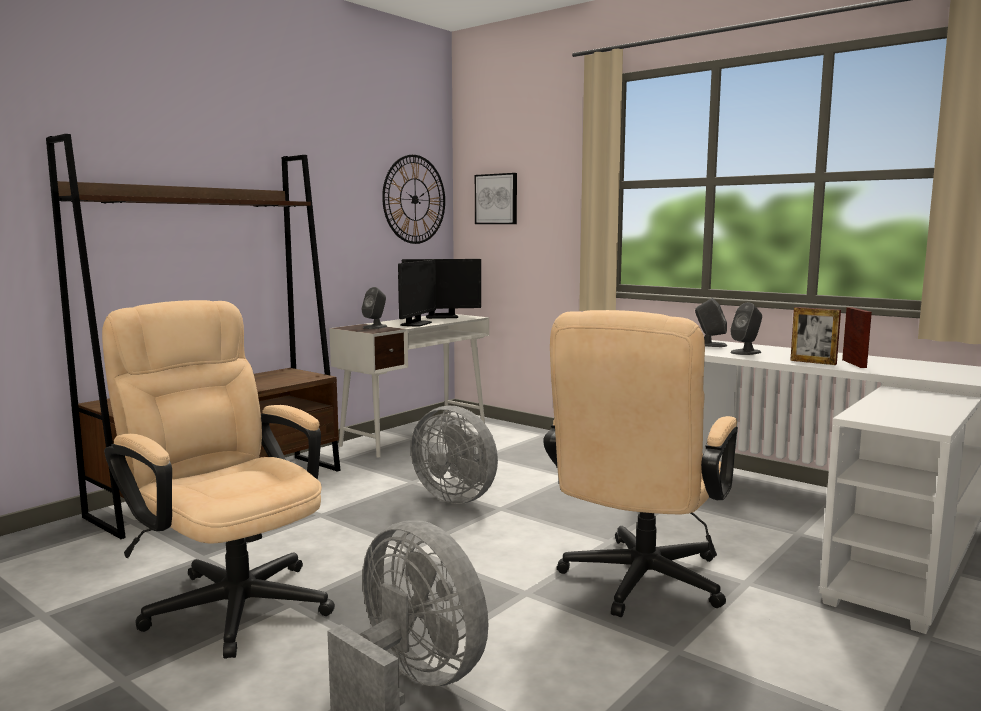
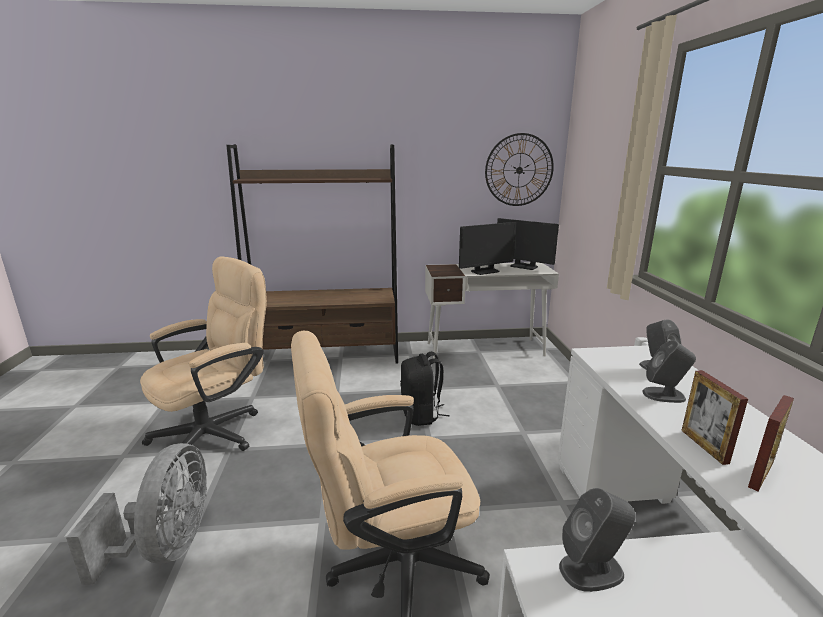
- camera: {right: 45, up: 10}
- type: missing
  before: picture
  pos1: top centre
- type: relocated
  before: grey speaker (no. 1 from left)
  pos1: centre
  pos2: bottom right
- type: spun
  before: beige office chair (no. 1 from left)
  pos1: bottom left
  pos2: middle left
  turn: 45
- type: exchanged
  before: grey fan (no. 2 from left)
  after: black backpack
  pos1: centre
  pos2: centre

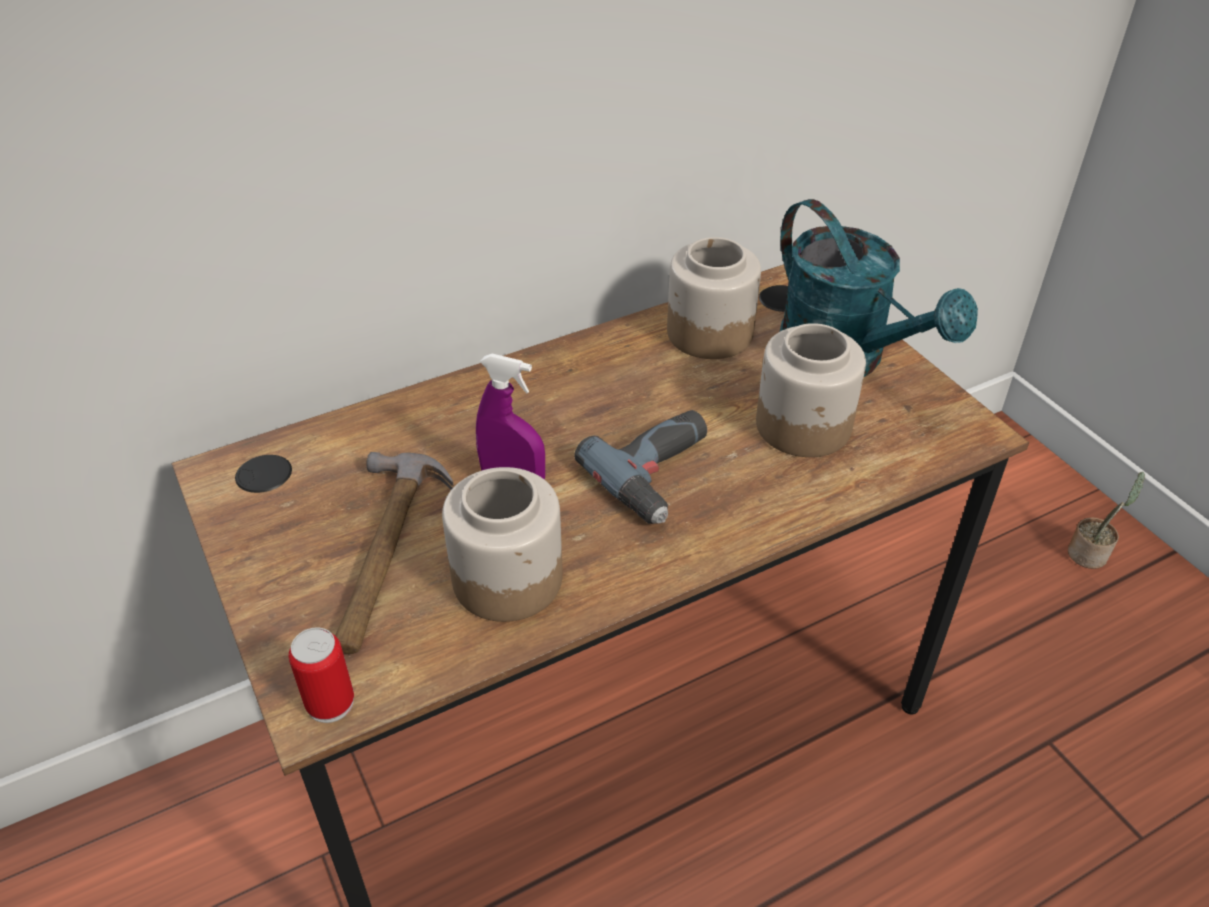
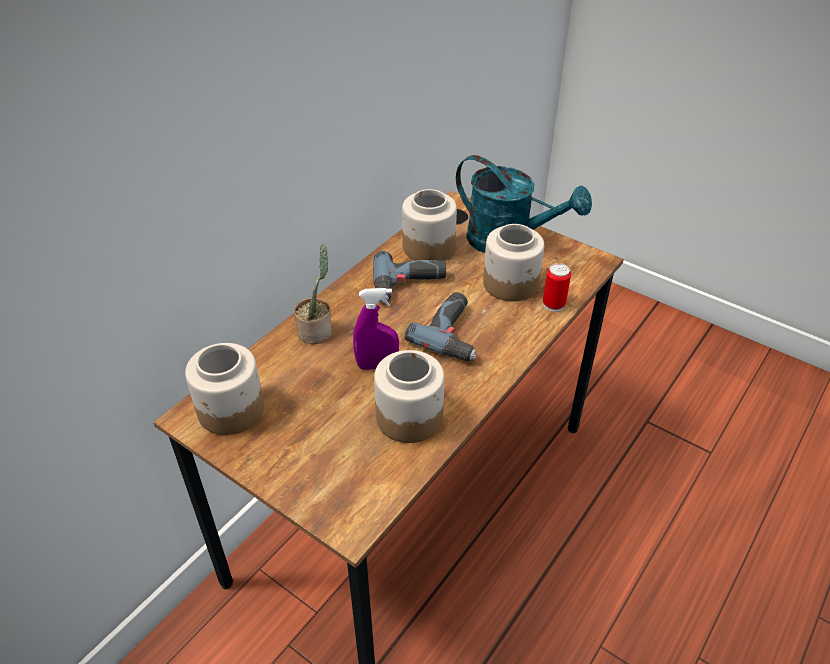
- camera: {right: -25, up: 0}
- type: missing
  before: hammer
  pos1: middle left
- type: relocated
  before: potted plant
  pos1: middle right
  pos2: centre
- type: relocated
  before: can
  pos1: bottom left
  pos2: middle right
- type: appeared
  after: power drill (no. 1 from left)
  pos2: centre
- type: appeared
  after: jar (no. 1 from left)
  pos2: middle left

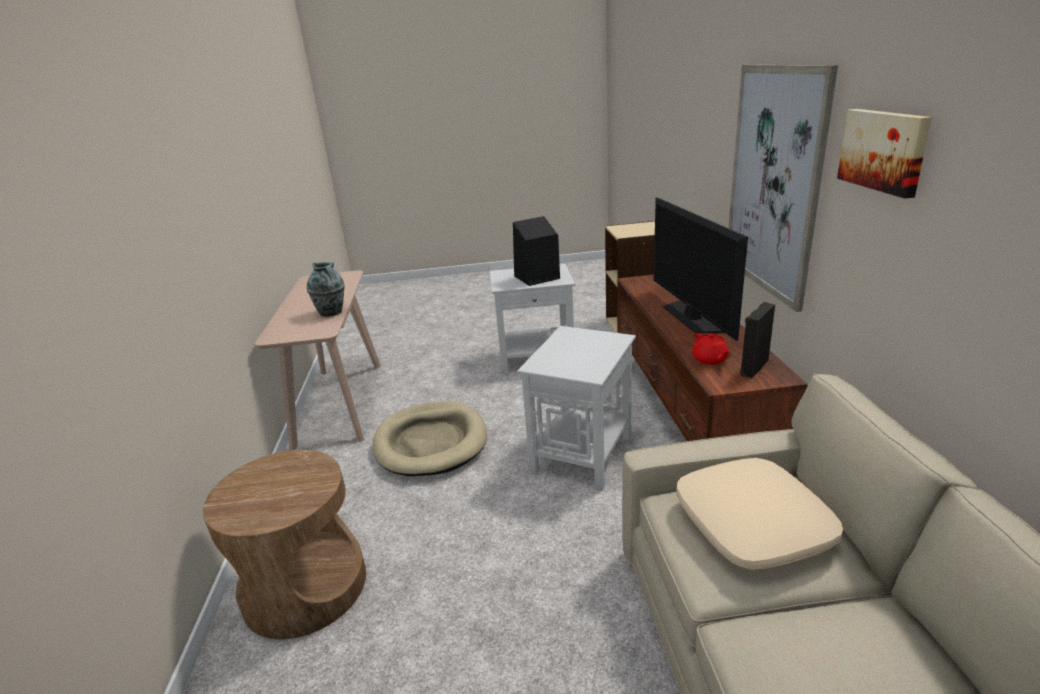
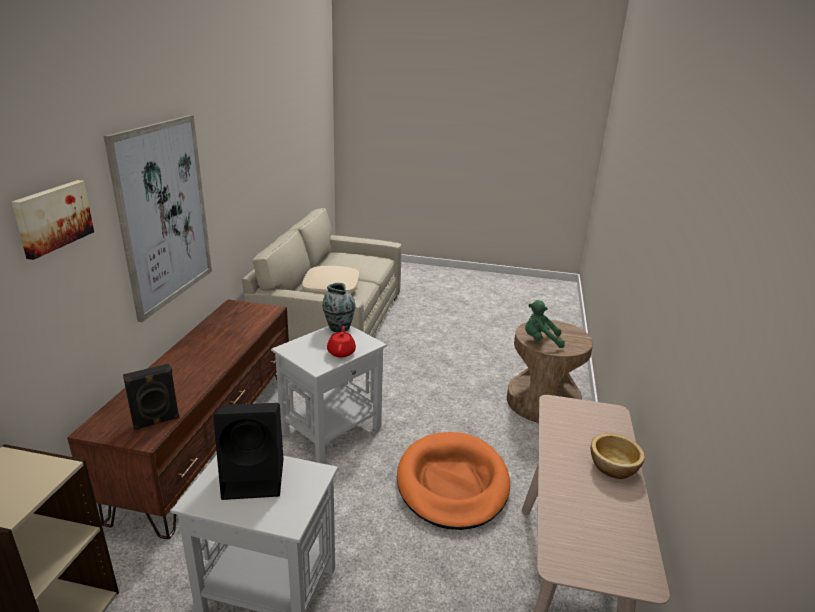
- camera: {right: -165, up: 0}
- type: relocated
  before: picture (no. 2 from left in the first image)
  after: picture (no. 1 from left)
  pos1: top right
  pos2: middle left
- type: missing
  before: television
  pos1: middle right
- type: relocated
  before: vase
  pos1: middle left
  pos2: centre
- type: relocated
  before: black speaker (no. 2 from left in the first image)
  after: black speaker (no. 1 from left)
  pos1: middle right
  pos2: middle left
- type: relocated
  before: red teapot
  pos1: middle right
  pos2: centre
- type: colour
  before: beige dog bed
  after: orange dog bed
  pos1: centre
  pos2: bottom centre
- type: appeared
  after: green plush toy
  pos2: middle right
- type: appeared
  after: bowl
  pos2: bottom right

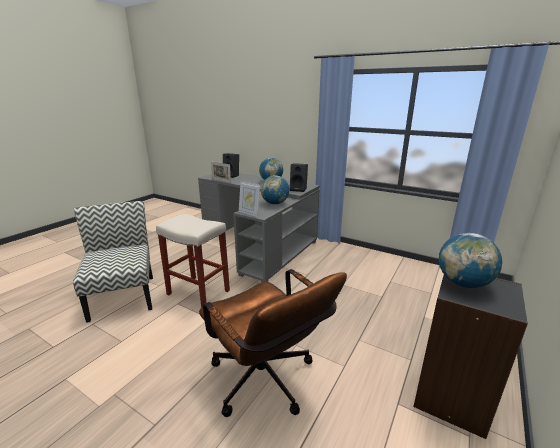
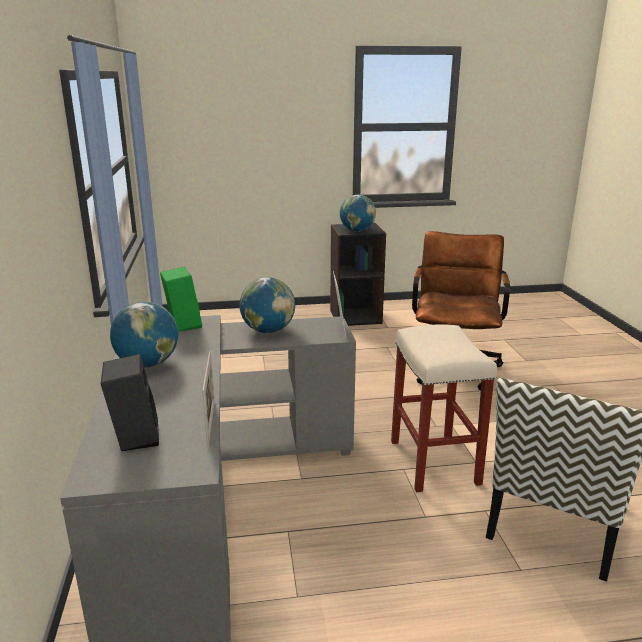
- camera: {right: -130, up: 0}
- type: colour
  before: black speaker (no. 2 from left)
  after: green speaker
  pos1: centre
  pos2: middle left

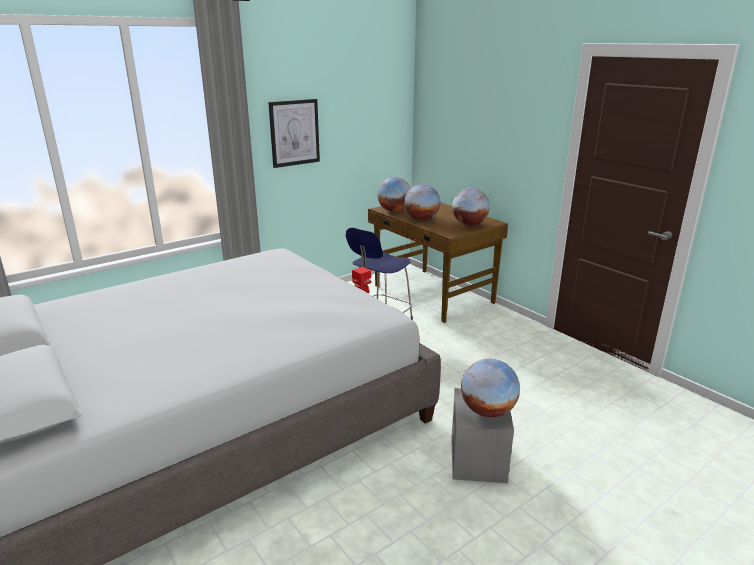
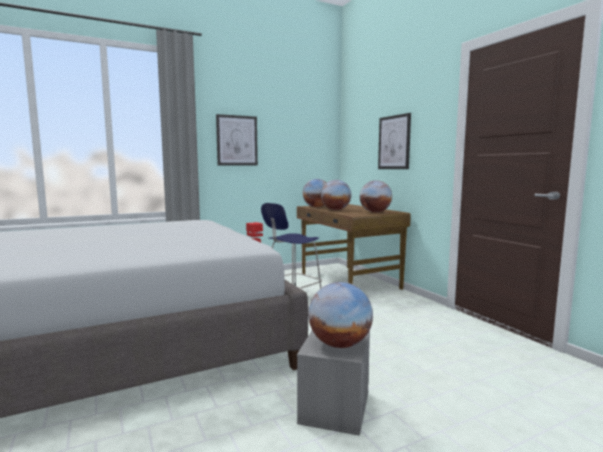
- camera: {right: 10, up: -15}
- type: appeared
  after: picture (no. 2 from left)
  pos2: top centre

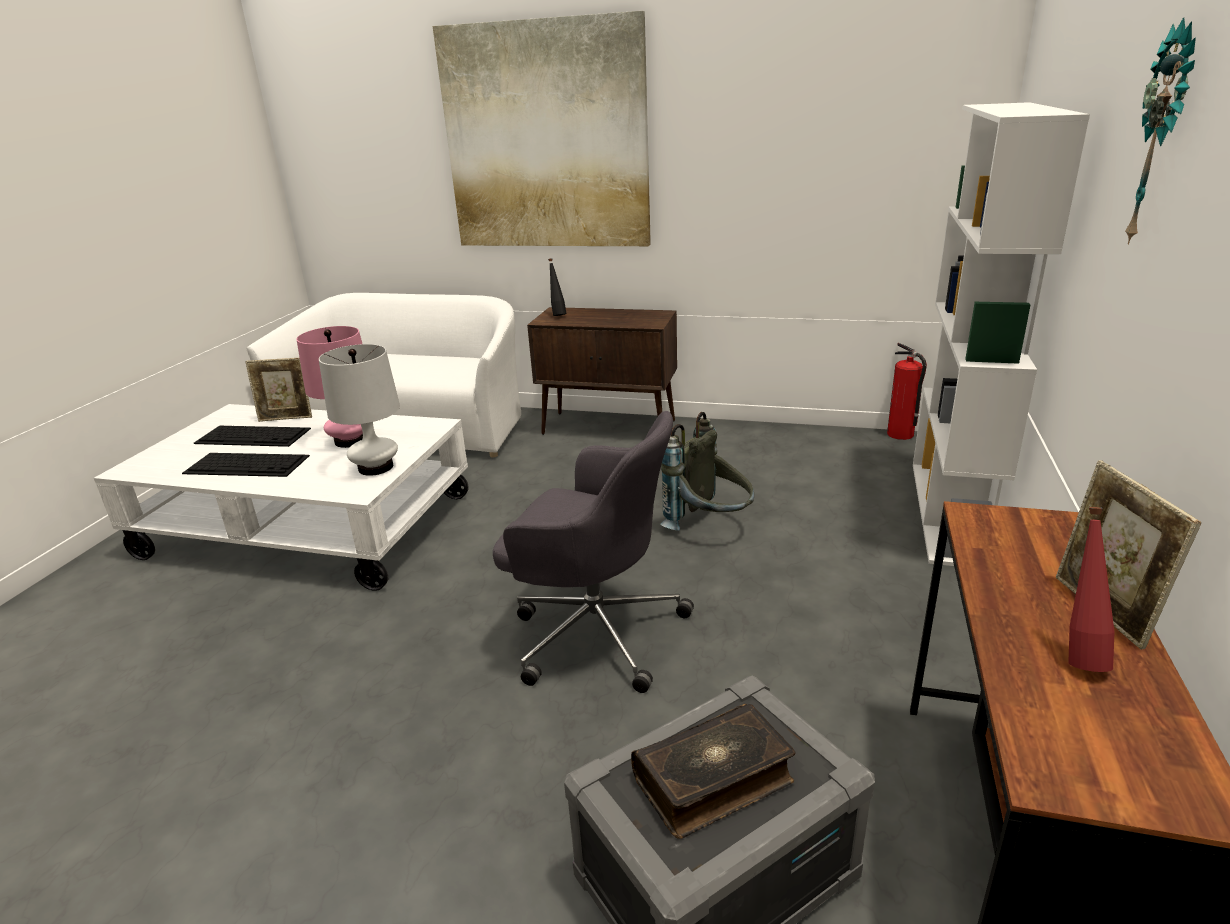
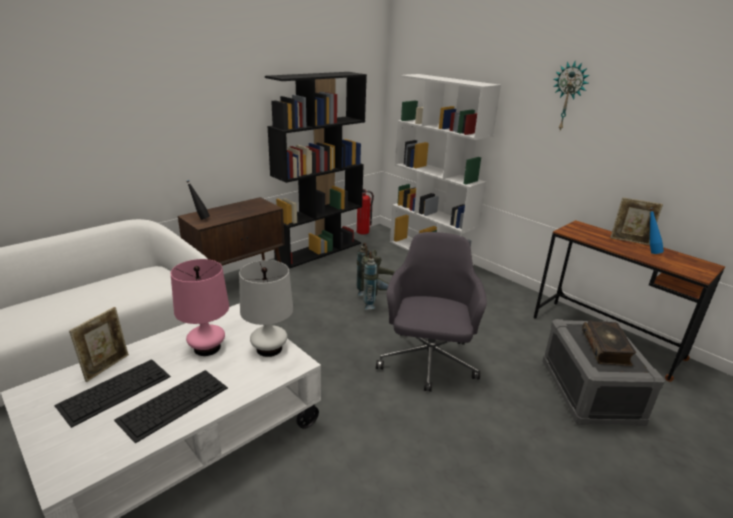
- camera: {right: -60, up: 0}
- type: missing
  before: picture
  pos1: top centre
- type: spun
  before: grey office chair
  pos1: centre
  pos2: centre
  turn: -45
- type: colour
  before: red bottle
  after: blue bottle
  pos1: middle right
  pos2: middle right
- type: appeared
  after: black bookcase
  pos2: top centre

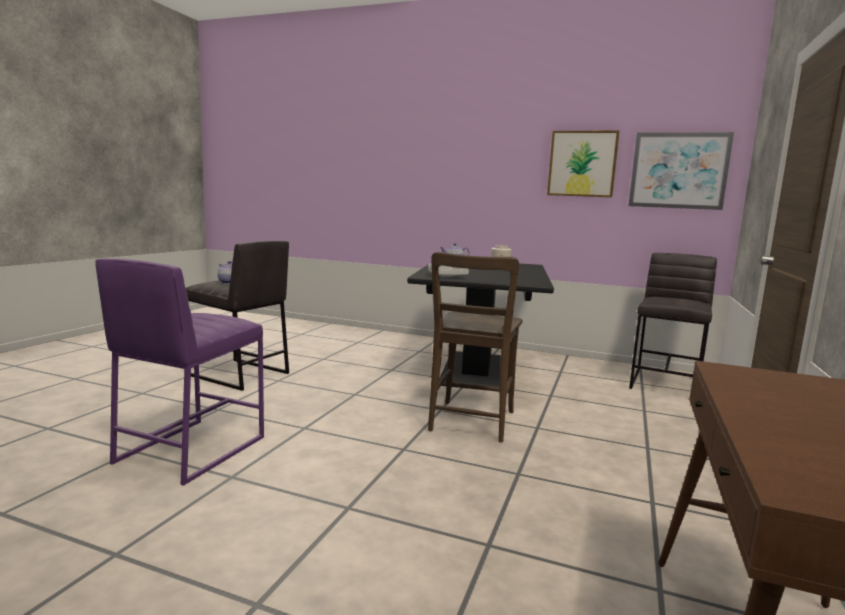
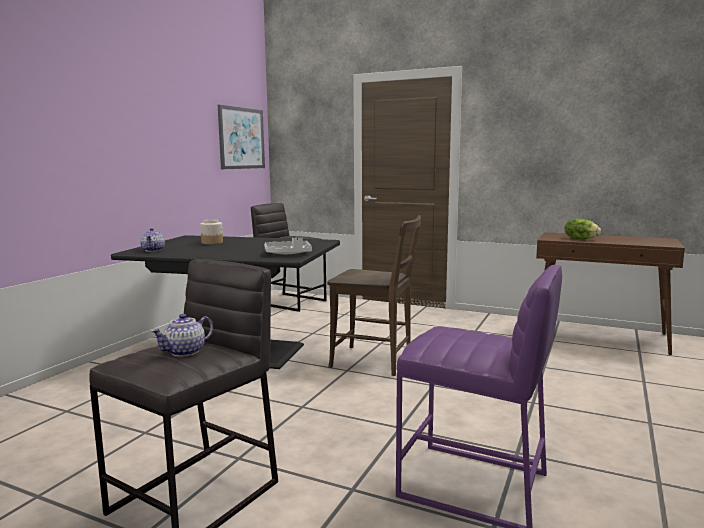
- camera: {right: -85, up: 0}
- type: missing
  before: picture (no. 1 from left)
  pos1: top right
- type: appeared
  after: lettuce
  pos2: middle right

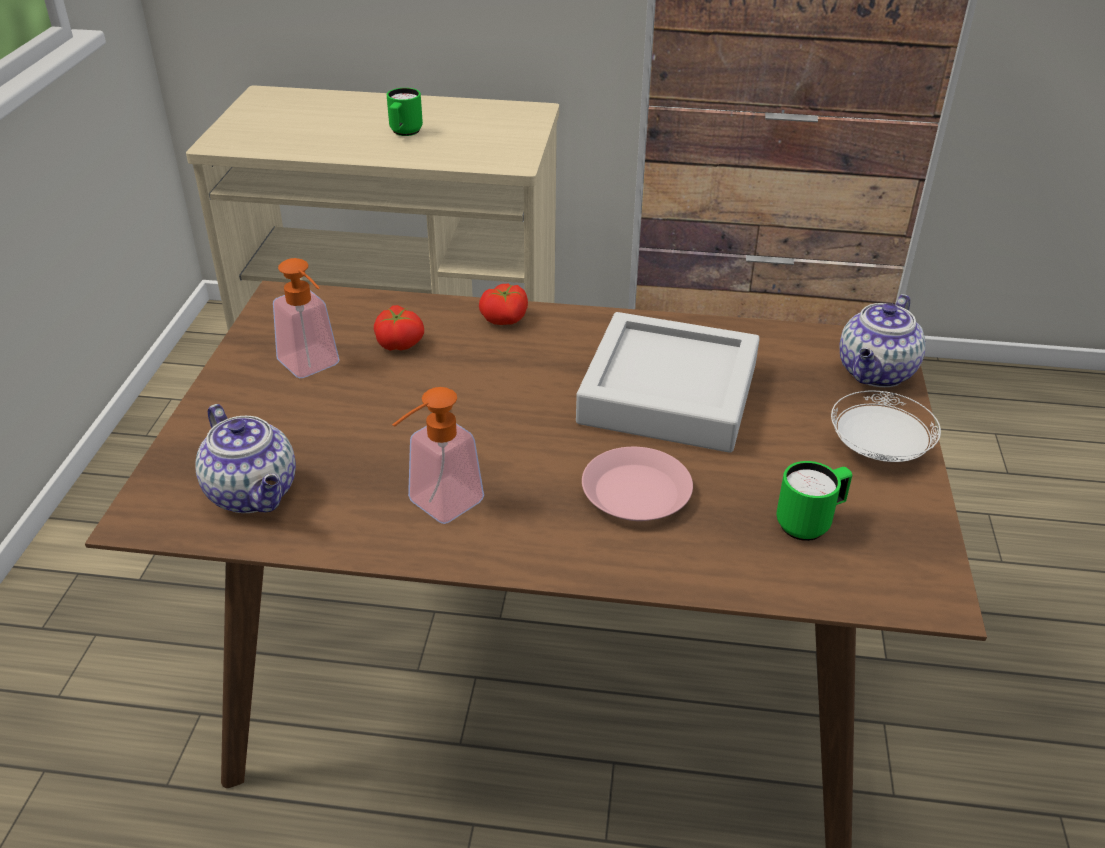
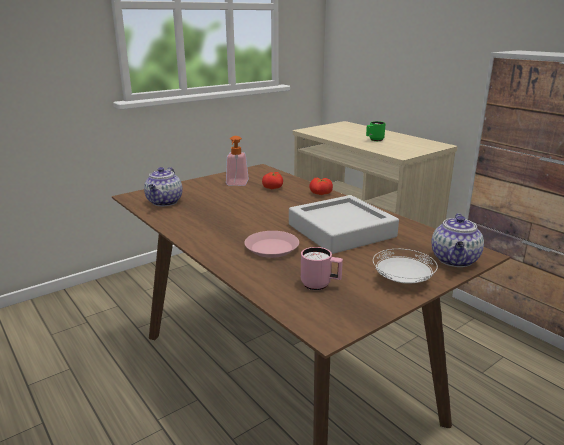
- camera: {right: 45, up: -15}
- type: spun
  before: teapot (no. 2 from left)
  pos1: middle right
  pos2: middle right
  turn: -60
- type: missing
  before: soap dispenser (no. 2 from left)
  pos1: centre
- type: colour
  before: green mug (no. 2 from left)
  after: pink mug
  pos1: middle right
  pos2: centre

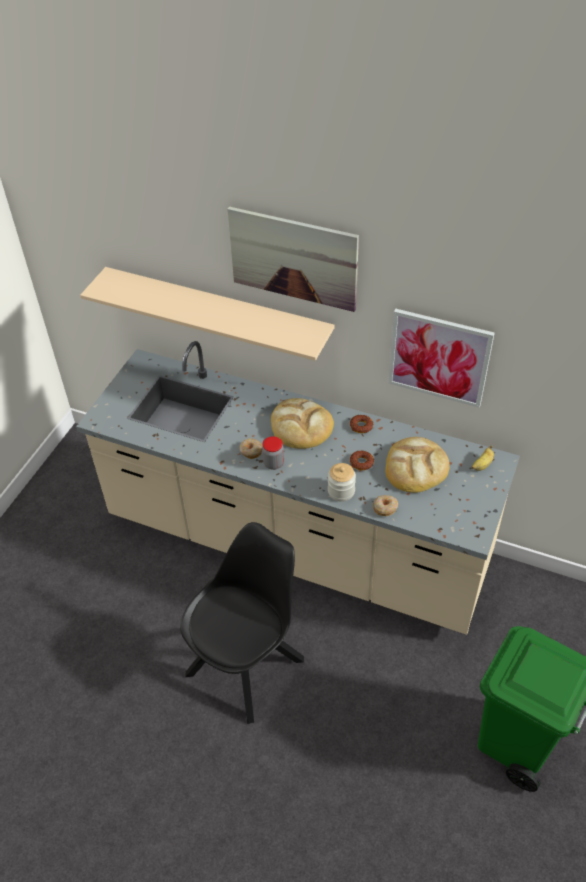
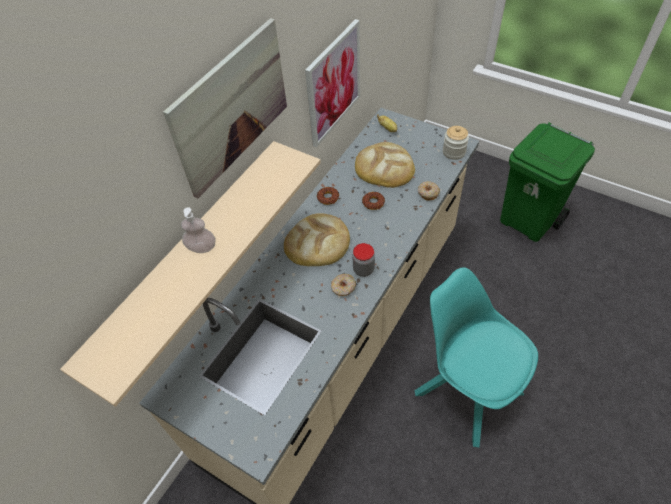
- camera: {right: -80, up: 5}
- type: relocated
  before: jar (no. 2 from left)
  pos1: centre
  pos2: top right
- type: colour
  before: black chair
  after: turquoise chair
  pos1: bottom centre
  pos2: bottom right
- type: appeared
  after: soap dispenser
  pos2: middle left

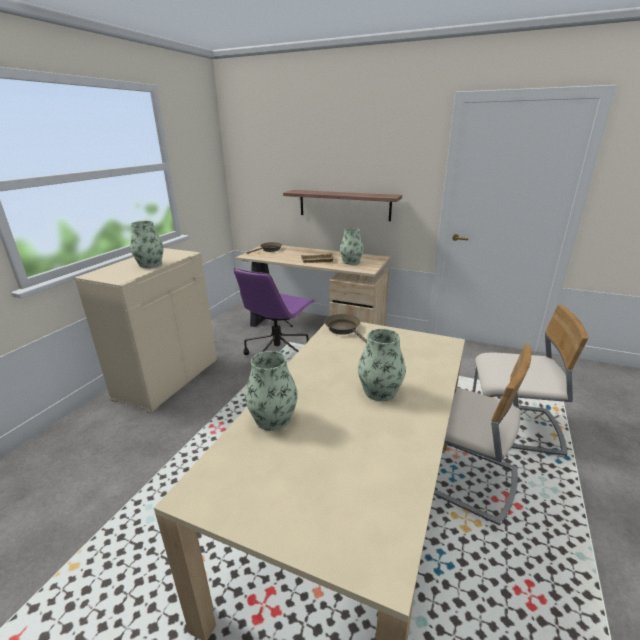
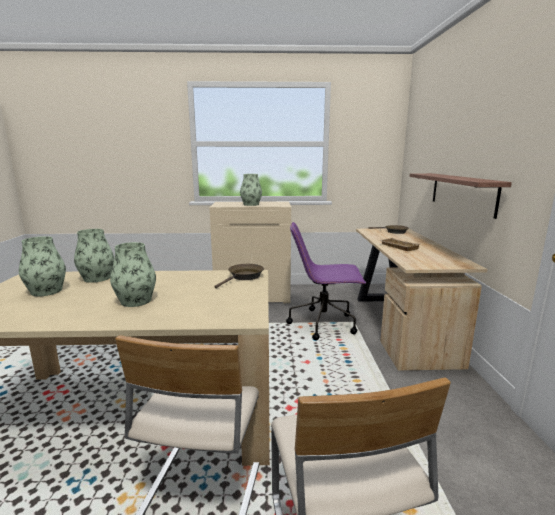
- camera: {right: 65, up: -10}
- type: relocated
  before: vase (no. 3 from left in the first image)
  after: vase (no. 1 from left)
  pos1: centre
  pos2: middle left

